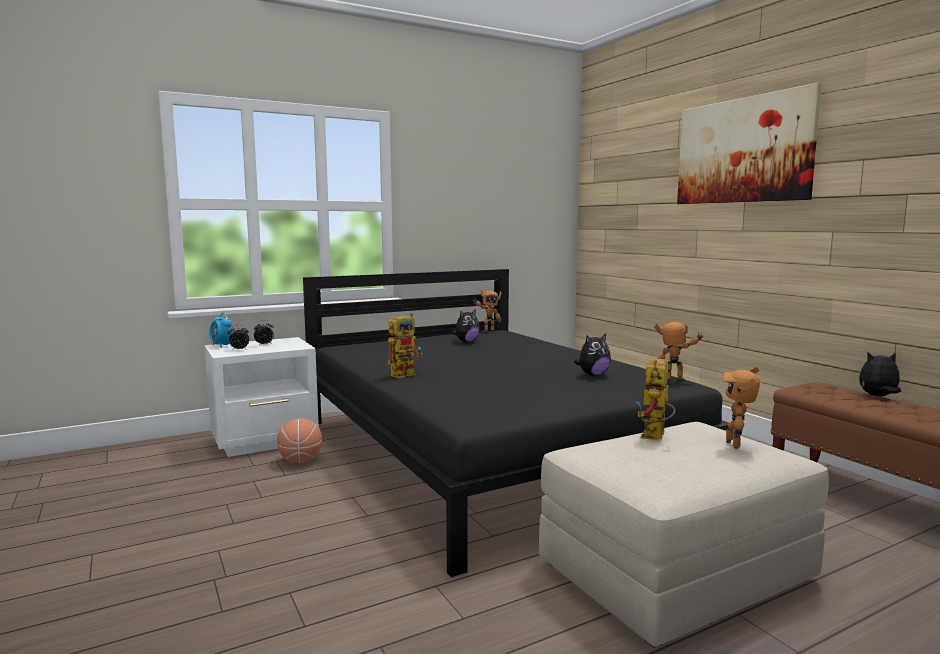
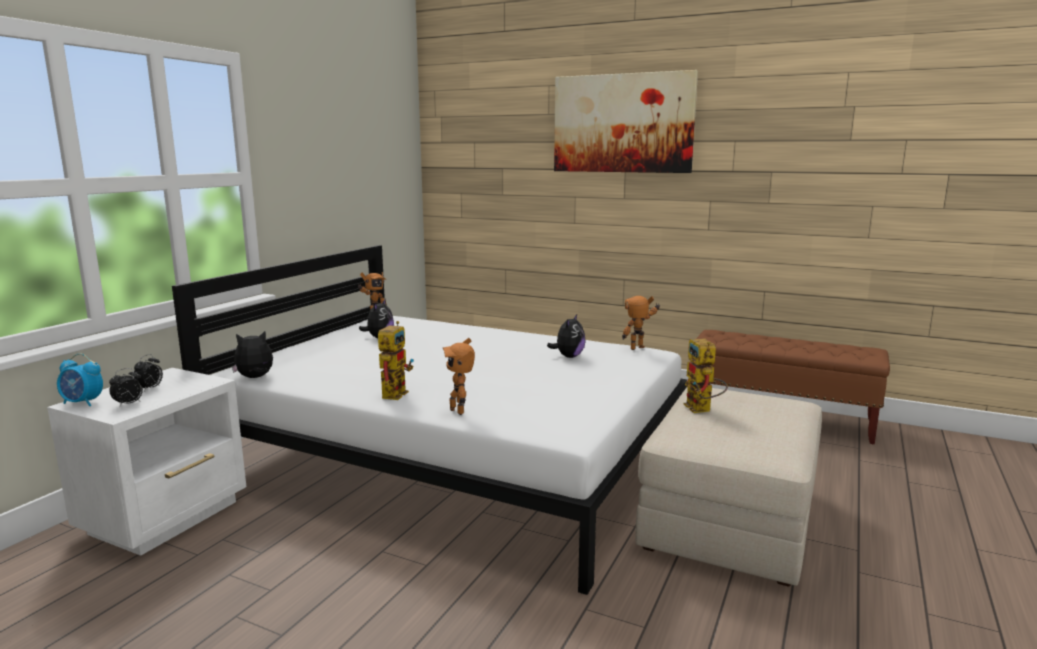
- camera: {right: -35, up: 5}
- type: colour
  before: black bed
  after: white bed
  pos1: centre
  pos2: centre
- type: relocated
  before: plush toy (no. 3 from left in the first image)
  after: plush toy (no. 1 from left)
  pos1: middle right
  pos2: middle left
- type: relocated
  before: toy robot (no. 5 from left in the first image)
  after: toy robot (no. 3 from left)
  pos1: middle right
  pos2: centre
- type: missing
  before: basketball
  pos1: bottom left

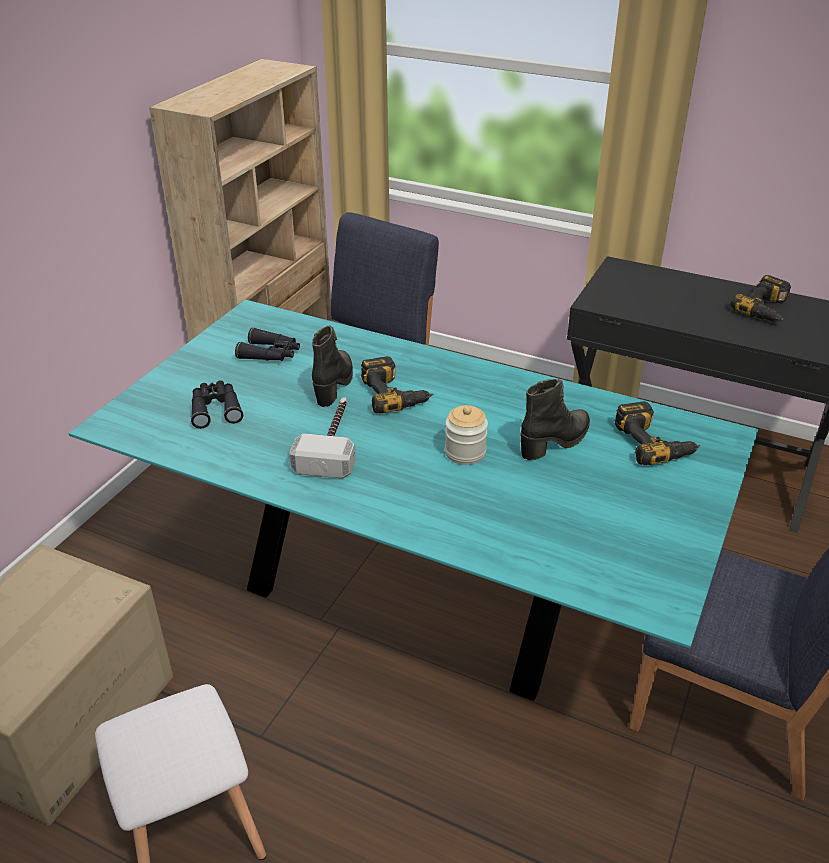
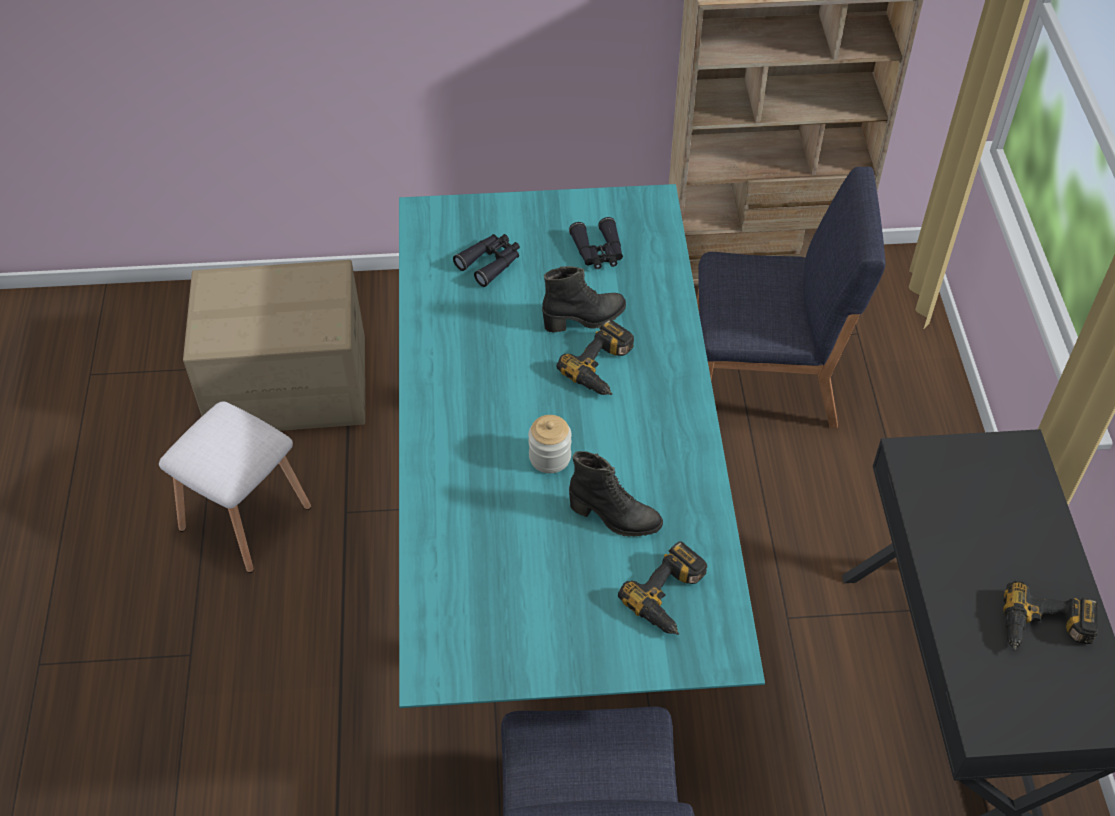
- camera: {right: 60, up: 15}
- type: missing
  before: hammer
  pos1: centre

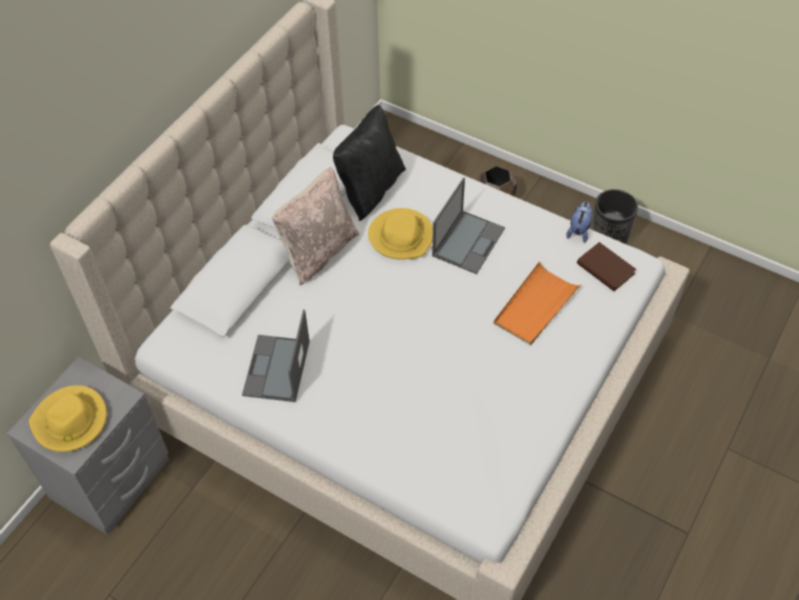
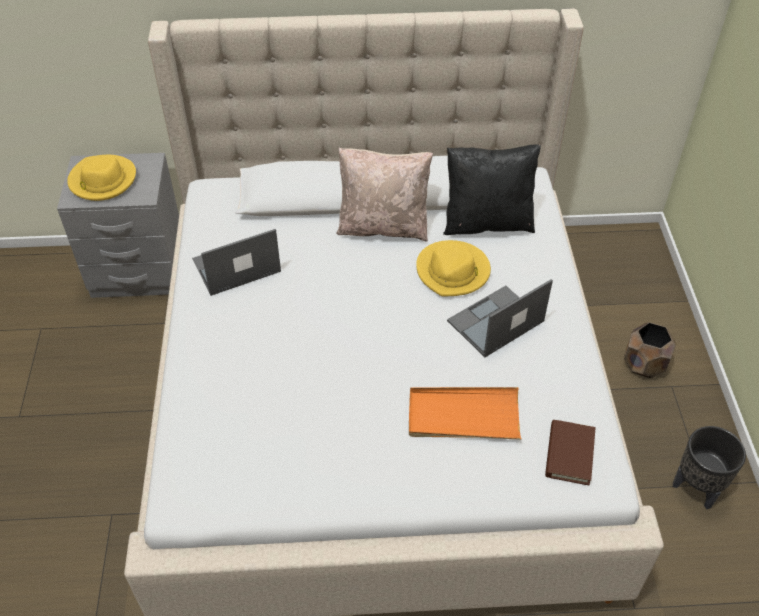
- camera: {right: 55, up: -5}
- type: spun
  before: laptop (no. 2 from left)
  pos1: centre
  pos2: centre
  turn: 150
- type: missing
  before: plush toy
  pos1: middle right

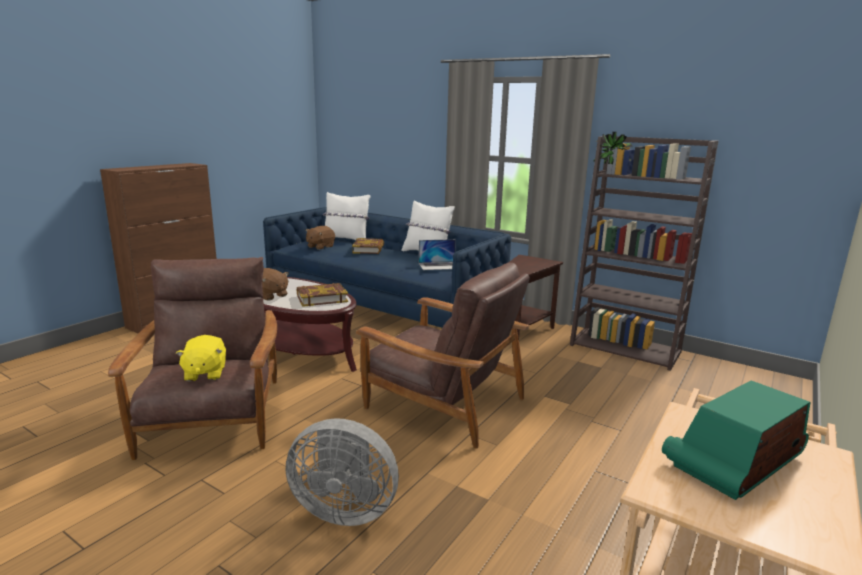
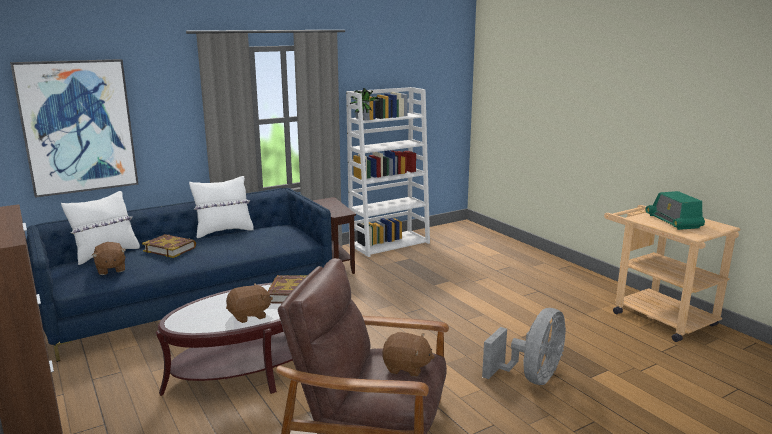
- camera: {right: -65, up: 0}
- type: colour
  before: brown bookcase
  after: white bookcase
  pos1: middle right
  pos2: centre
- type: missing
  before: laptop
  pos1: centre
- type: missing
  before: brown armchair (no. 2 from left)
  pos1: centre
- type: colour
  before: yellow plush toy
  after: brown plush toy (no. 3 from left)
  pos1: middle left
  pos2: bottom centre
- type: appeared
  after: picture
  pos2: top left

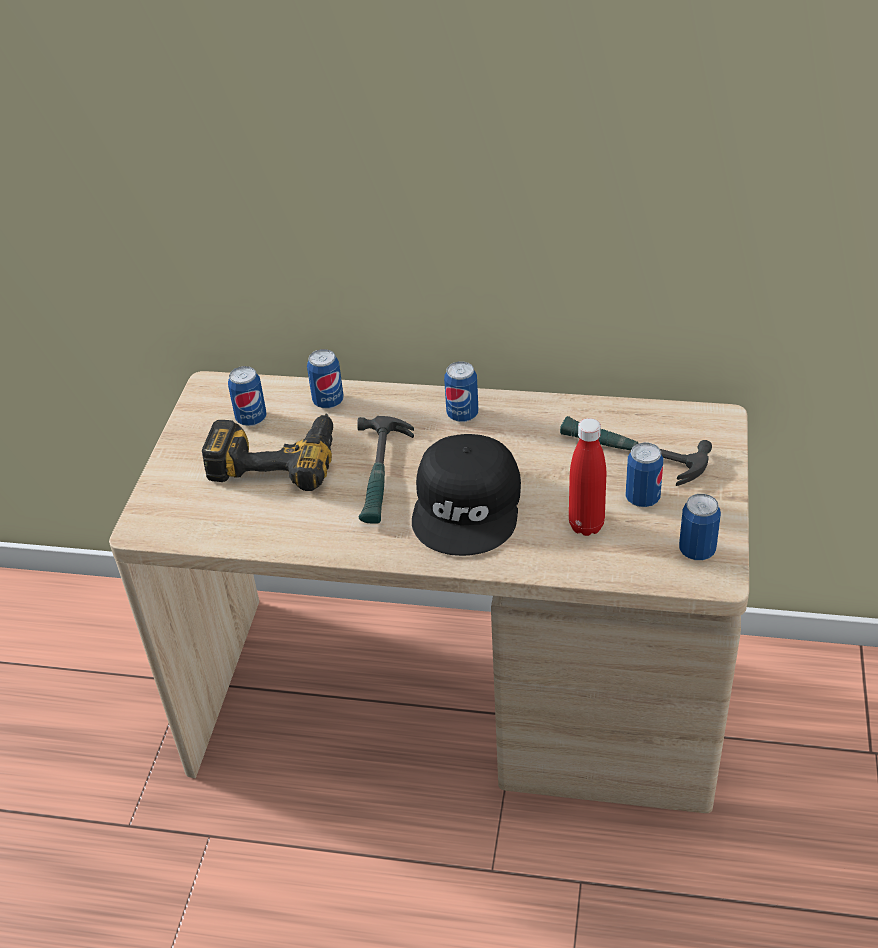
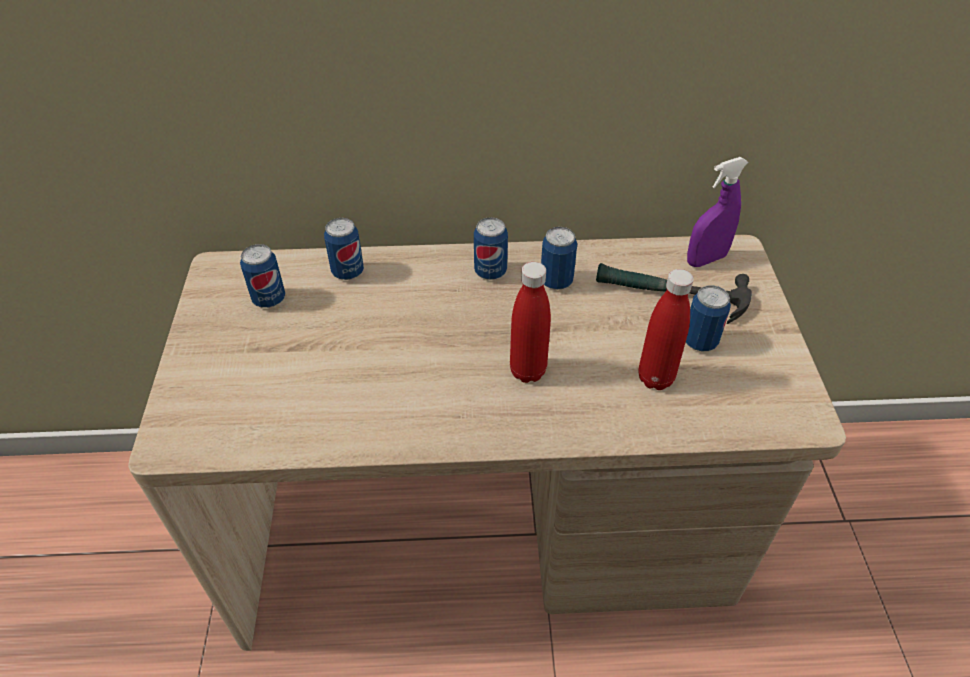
- camera: {right: -15, up: 5}
- type: missing
  before: power drill
  pos1: middle left
- type: missing
  before: hammer (no. 1 from left)
  pos1: centre
- type: exchanged
  before: black cap
  after: red bottle (no. 1 from left)
  pos1: centre
  pos2: centre
- type: relocated
  before: can (no. 5 from left in the first image)
  after: can (no. 4 from left)
  pos1: middle right
  pos2: centre
- type: appeared
  after: purple spray bottle
  pos2: top right

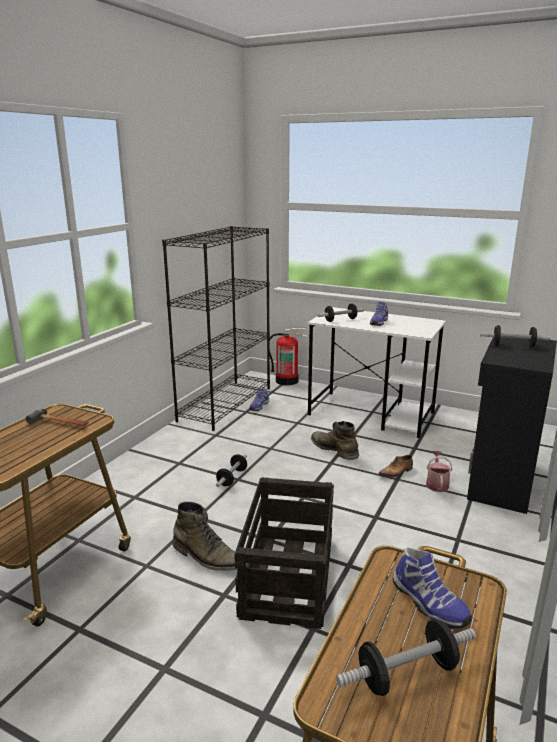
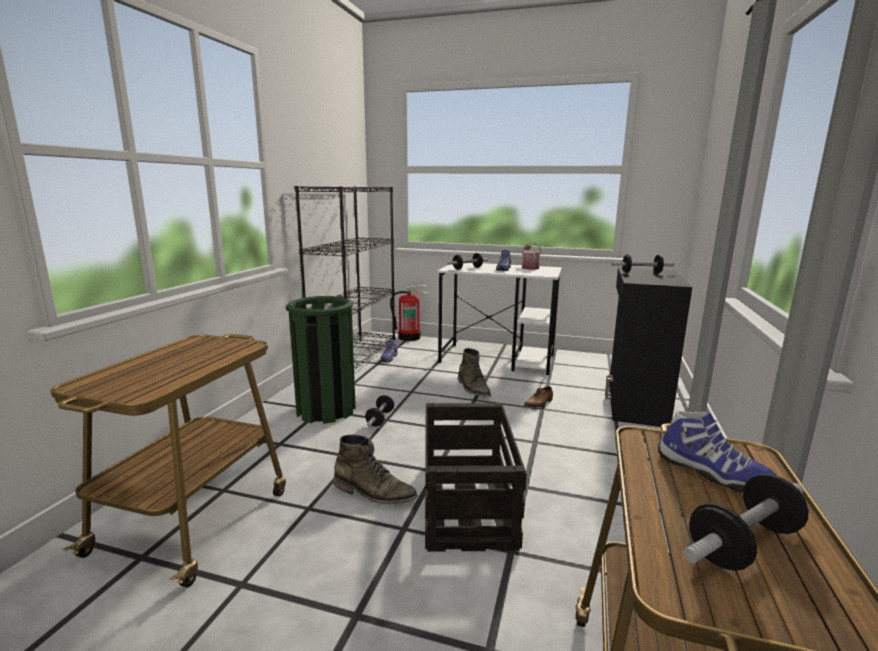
- camera: {right: -10, up: -5}
- type: missing
  before: hammer
  pos1: middle left
- type: spun
  before: green boot (no. 2 from left)
  pos1: centre
  pos2: centre
  turn: -150
- type: relocated
  before: watering can
  pos1: middle right
  pos2: centre
- type: appeared
  after: green trash can
  pos2: centre

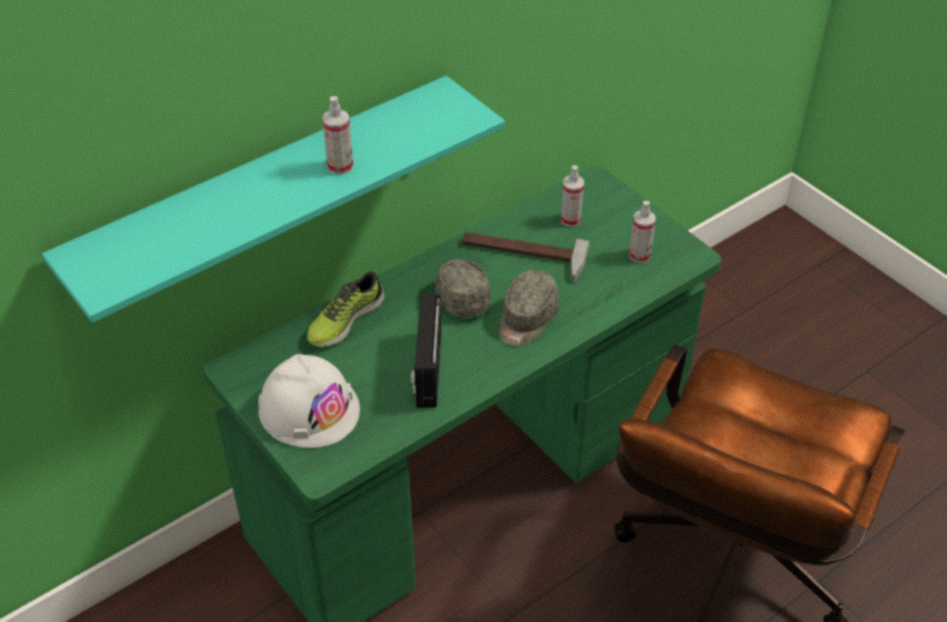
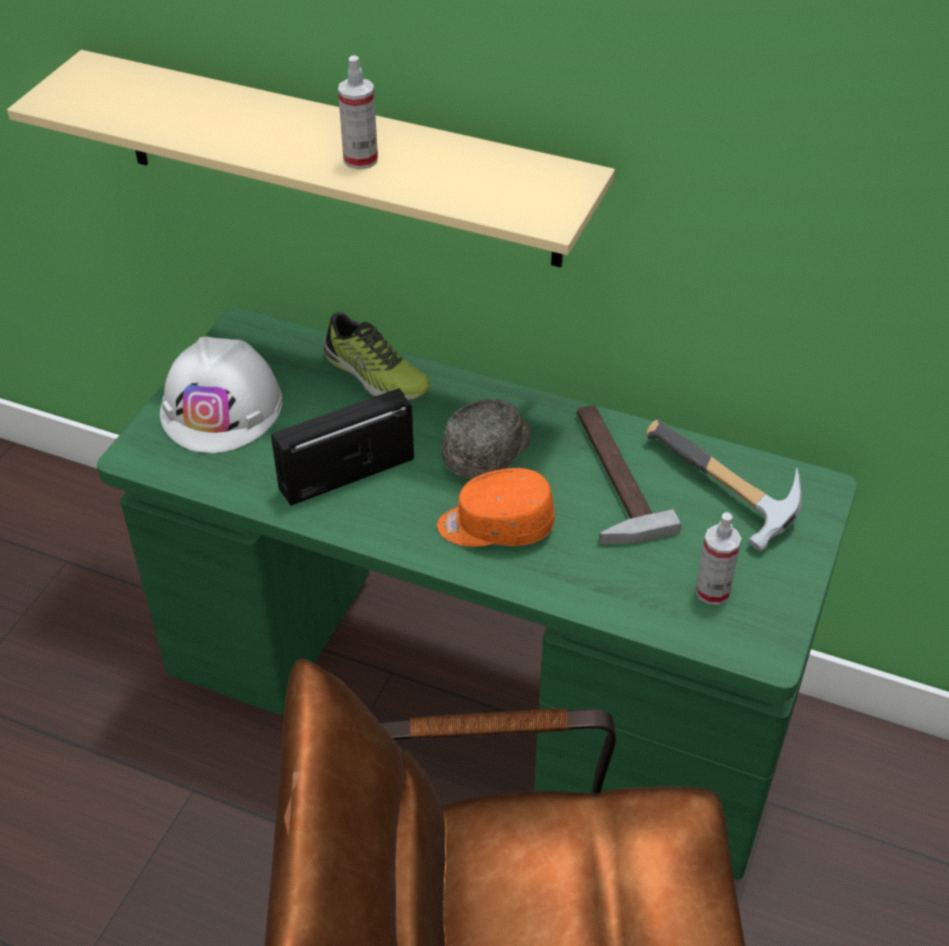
- camera: {right: 60, up: 0}
- type: colour
  before: turquoise shelf
  after: beige shelf
  pos1: top left
  pos2: top left
- type: exchanged
  before: spray bottle (no. 2 from left)
  after: hammer (no. 2 from left)
  pos1: top centre
  pos2: middle right
- type: colour
  before: grey cap (no. 2 from left)
  after: orange cap
  pos1: centre
  pos2: centre
- type: spun
  before: shoe
  pos1: centre
  pos2: centre
  turn: -150

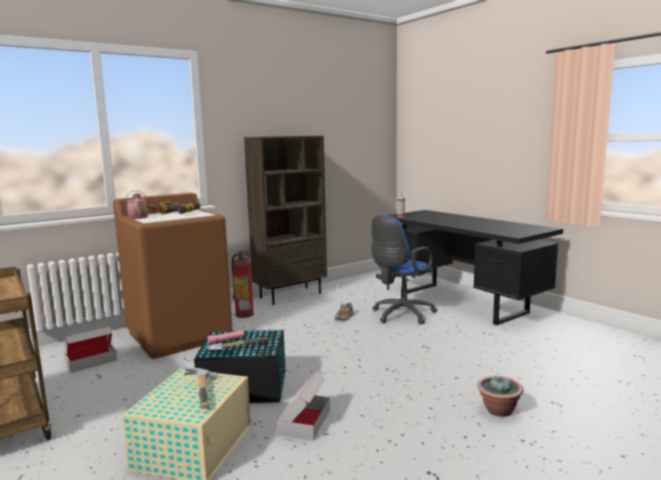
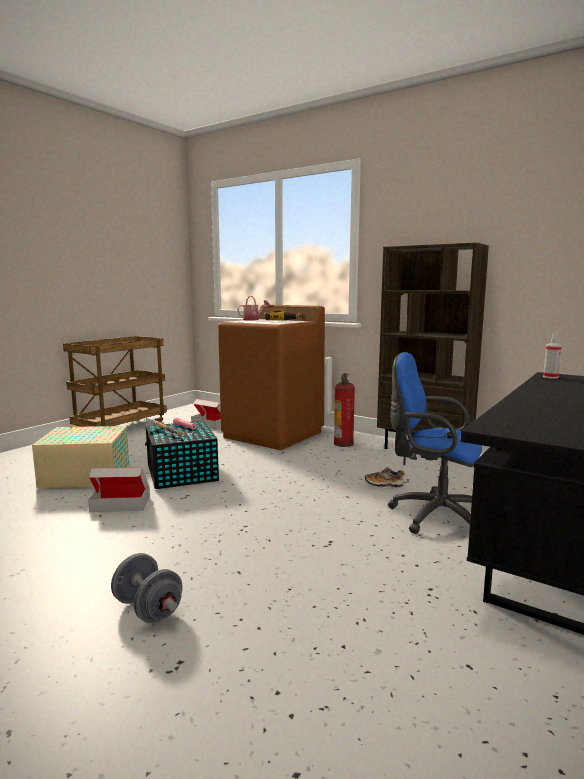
- camera: {right: 70, up: 0}
- type: missing
  before: hammer (no. 1 from left)
  pos1: bottom left
- type: exchanged
  before: potted plant
  after: grey dumbbell
  pos1: bottom right
  pos2: bottom left

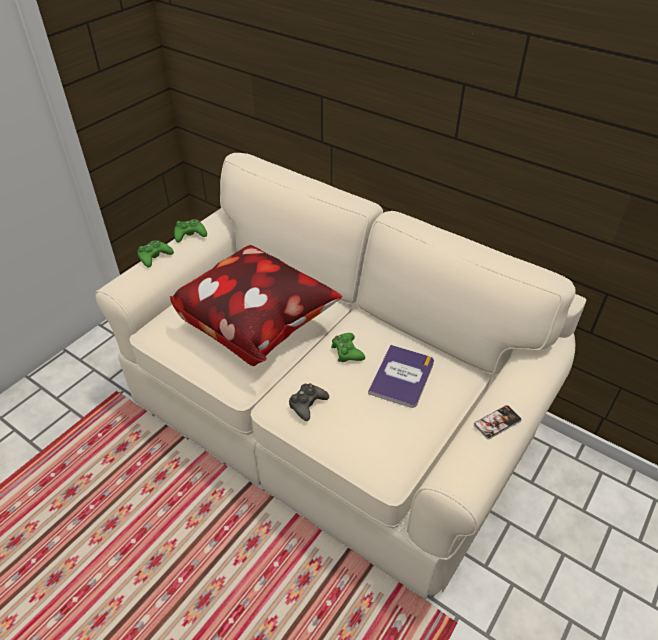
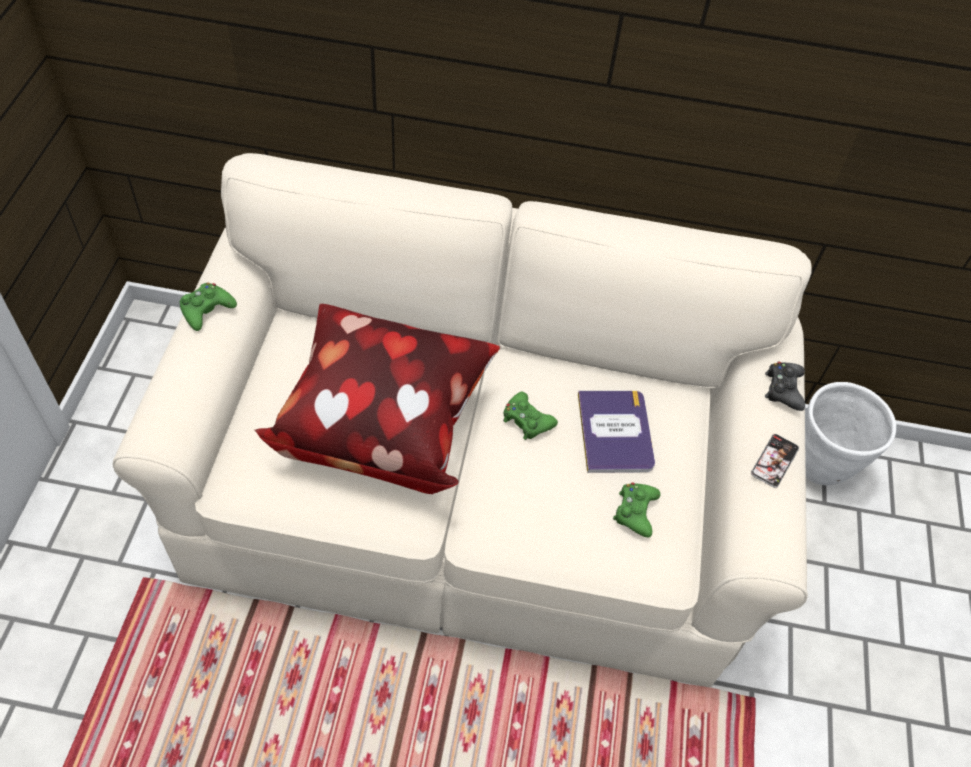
- camera: {right: -30, up: 10}
- type: relocated
  before: green game controller (no. 1 from left in the first image)
  after: green game controller (no. 3 from left)
  pos1: middle left
  pos2: centre
- type: relocated
  before: black game controller
  pos1: centre
  pos2: middle right
- type: appeared
  after: white planter
  pos2: middle right

